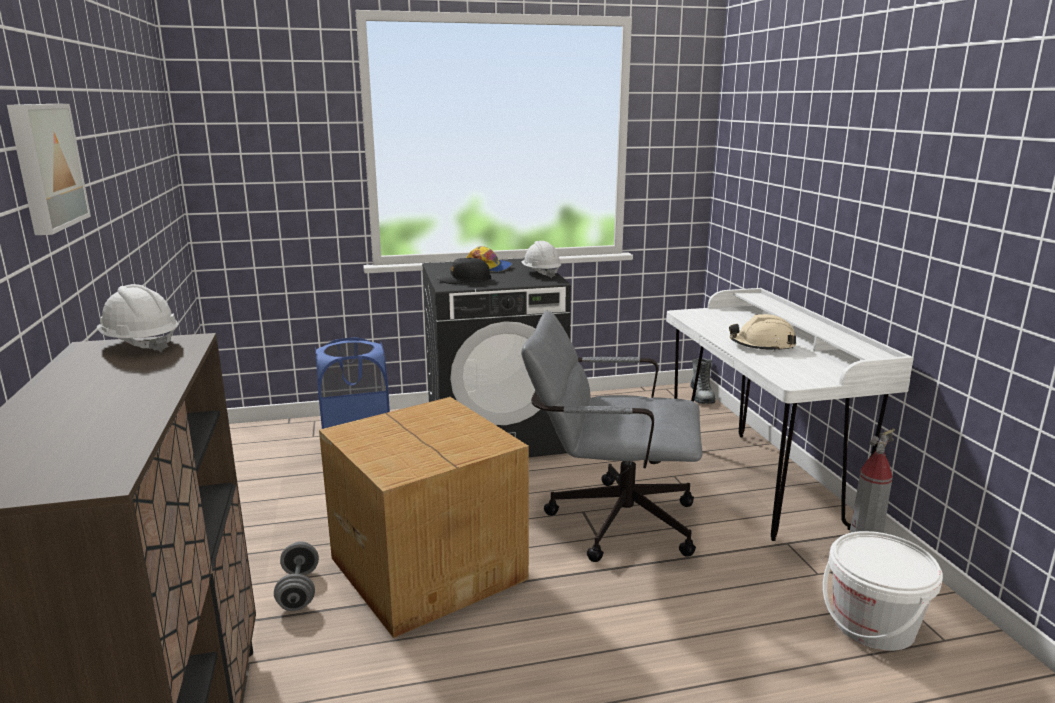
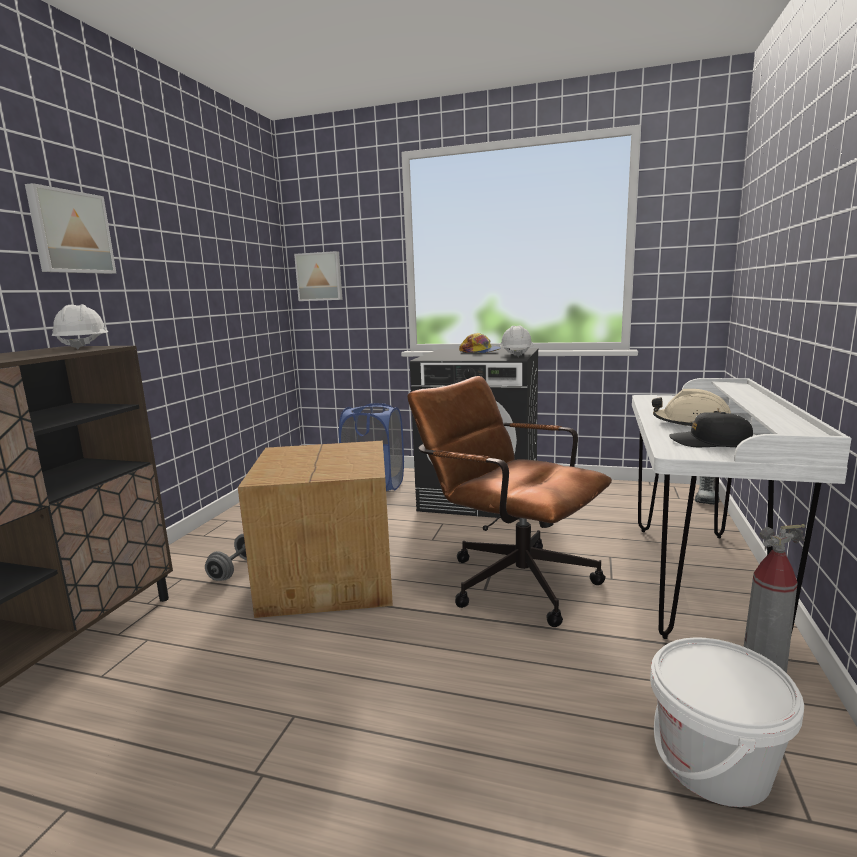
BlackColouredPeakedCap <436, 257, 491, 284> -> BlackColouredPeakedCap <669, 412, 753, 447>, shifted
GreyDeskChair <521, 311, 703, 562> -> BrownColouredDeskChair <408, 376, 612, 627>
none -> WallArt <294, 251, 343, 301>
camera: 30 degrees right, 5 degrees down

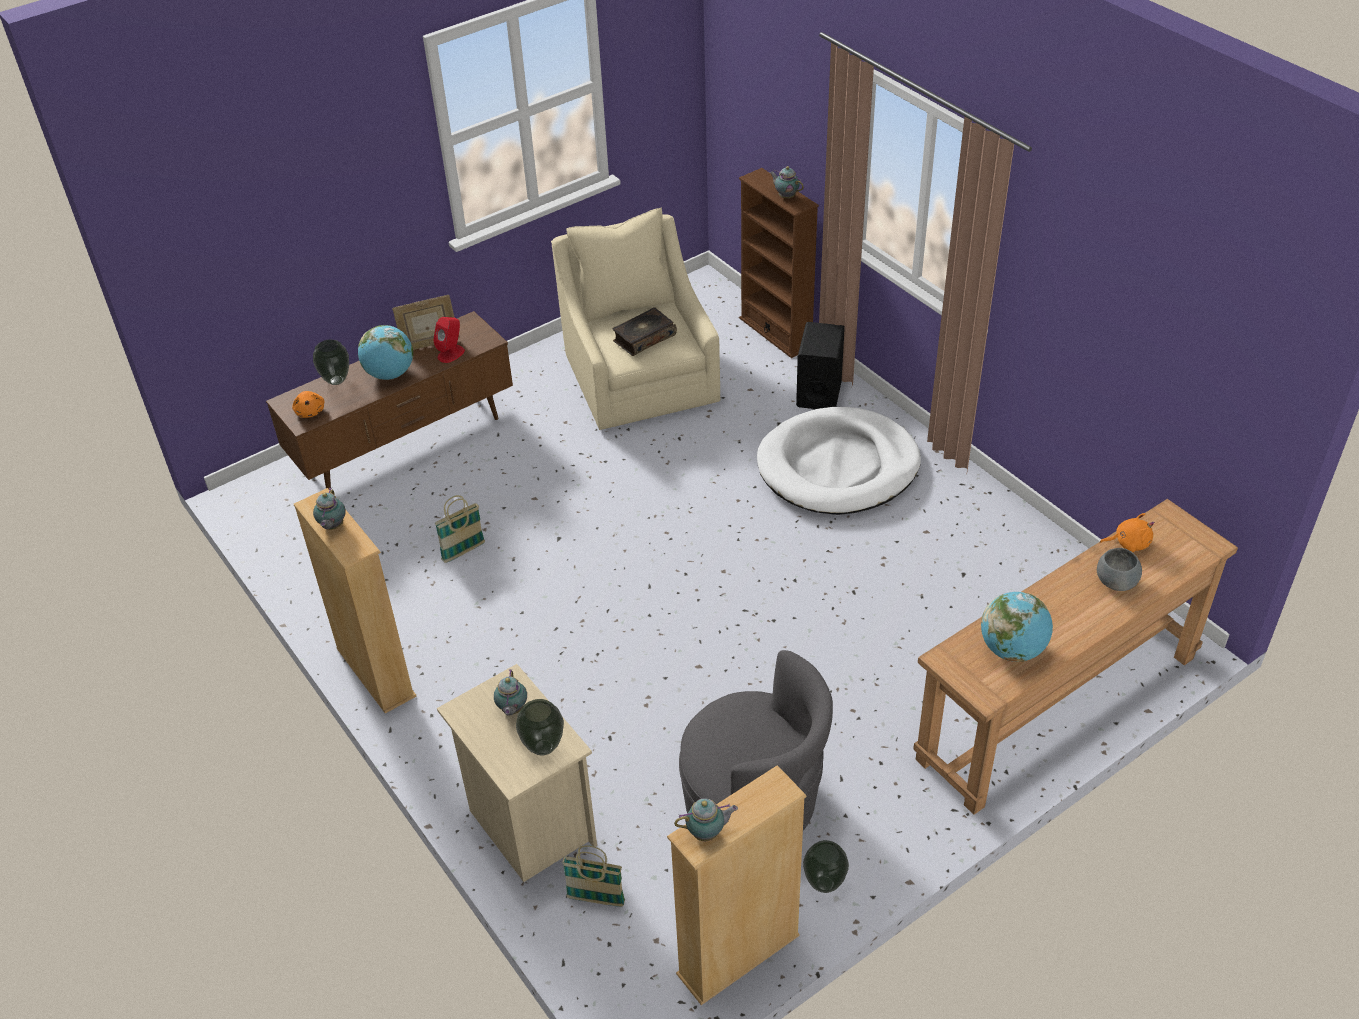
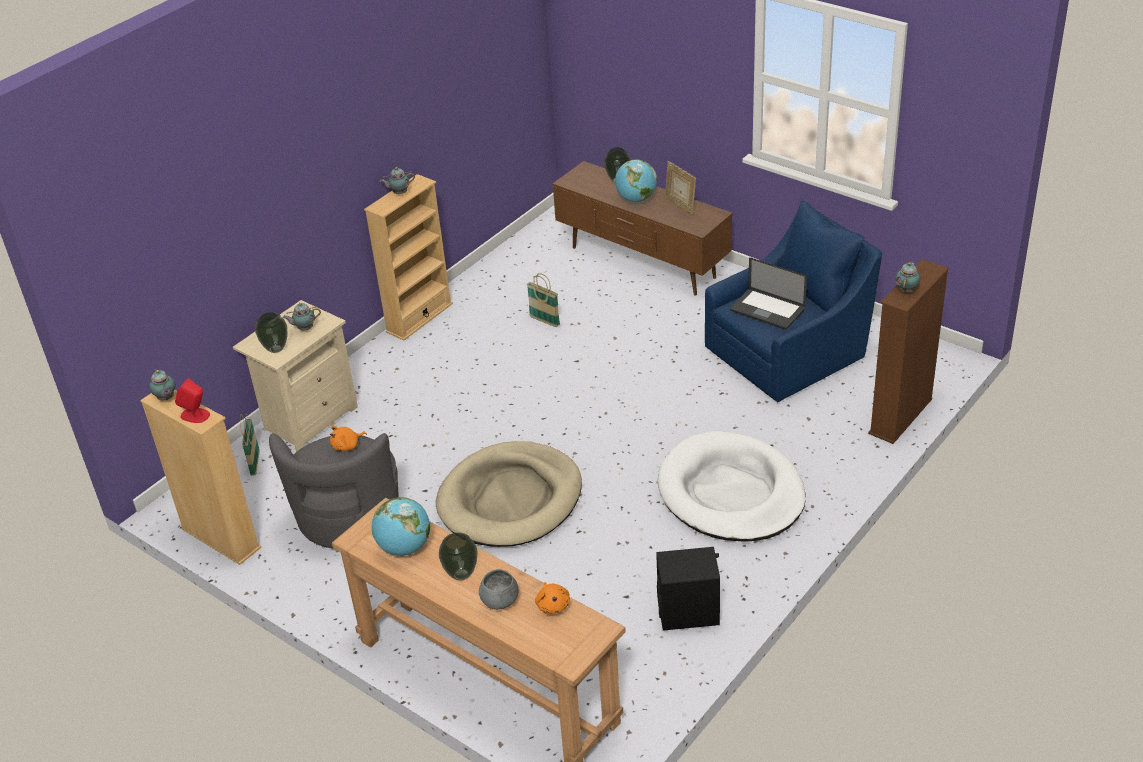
BeigeColouredEasyChair <551, 208, 720, 430> -> BlueColouredEasyChair <705, 200, 882, 402>
Book <612, 307, 677, 356> -> Laptop <730, 258, 807, 329>
RedColouredAudioSpeaker <433, 317, 465, 363> -> RedColouredAudioSpeaker <175, 378, 210, 423>, shifted
BlackColouredAudioSpeaker <796, 322, 845, 410> -> BlackColouredAudioSpeaker <656, 547, 720, 631>, shifted
OrangeColouredSoftToy <292, 391, 325, 418> -> OrangeColouredSoftToy <330, 426, 367, 451>, shifted
DecorativeVase <803, 840, 849, 893> -> DecorativeVase <439, 532, 478, 581>, shifted
none -> BeigeColouredDogBed <436, 441, 582, 547>
camera: 75 degrees right, 5 degrees down

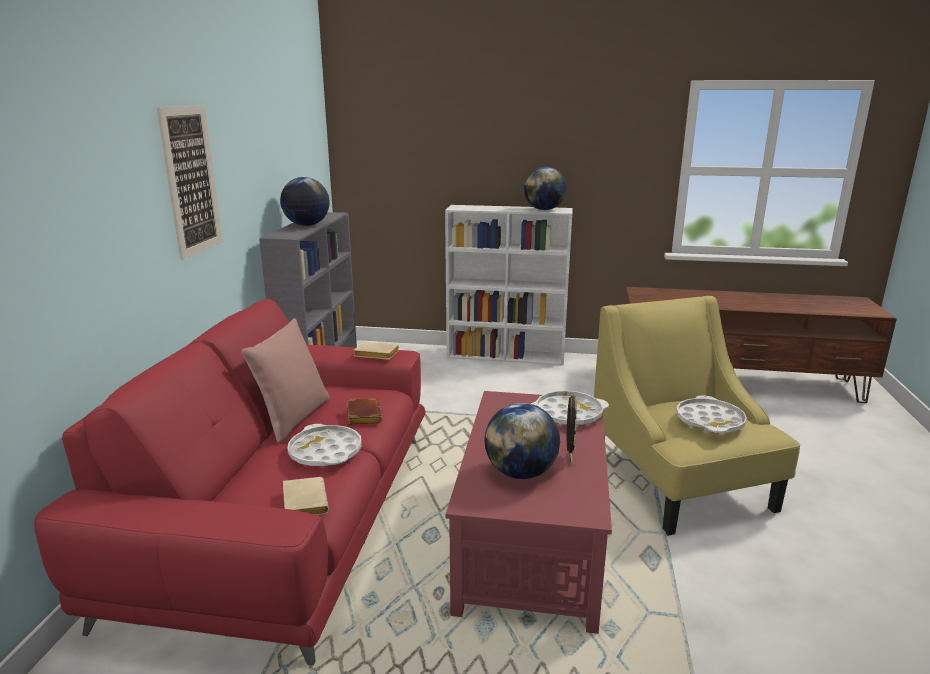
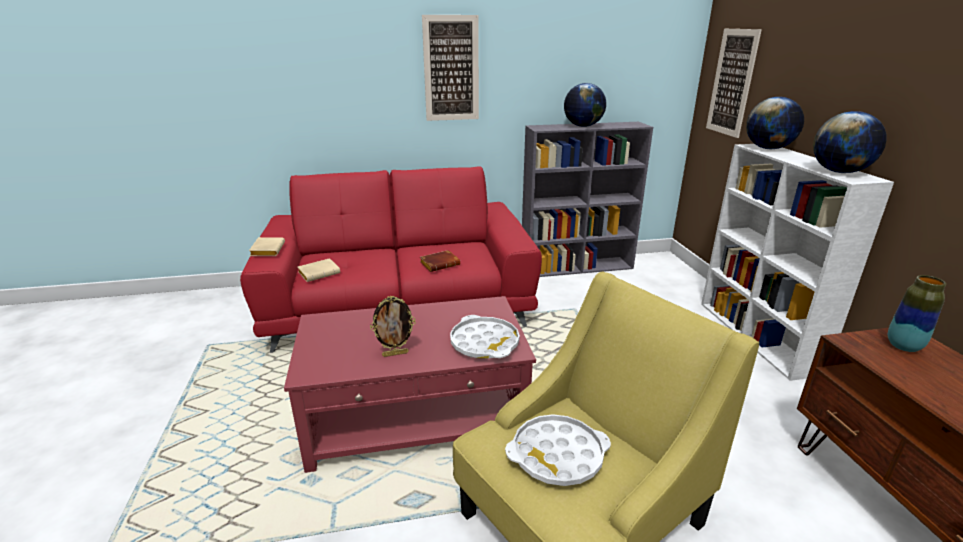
PinkColouredThrowPillow <241, 318, 330, 443> -> none
BeigeColouredBook <353, 342, 399, 360> -> BeigeColouredBook <249, 237, 285, 256>, shifted
Globe <485, 403, 560, 479> -> Globe <746, 97, 804, 149>, shifted
WhiteServingTray <287, 424, 362, 466> -> none
none -> WallArt <706, 29, 762, 138>
none -> DecorativeVase <888, 275, 946, 352>
camera: 70 degrees right, 5 degrees up

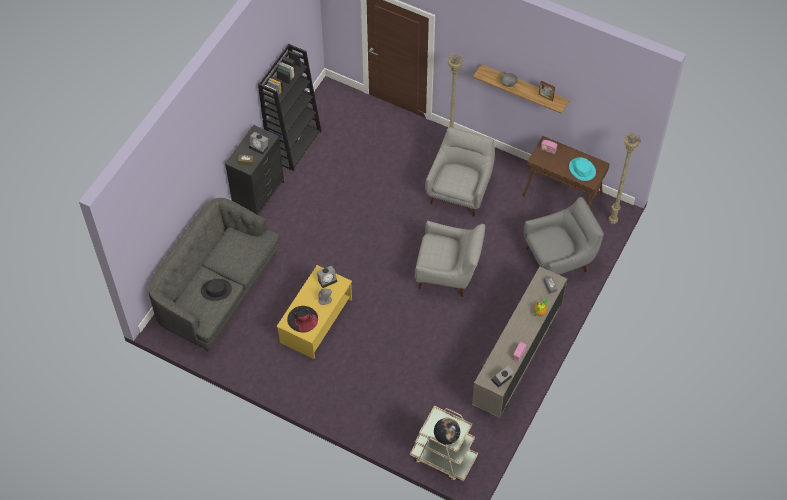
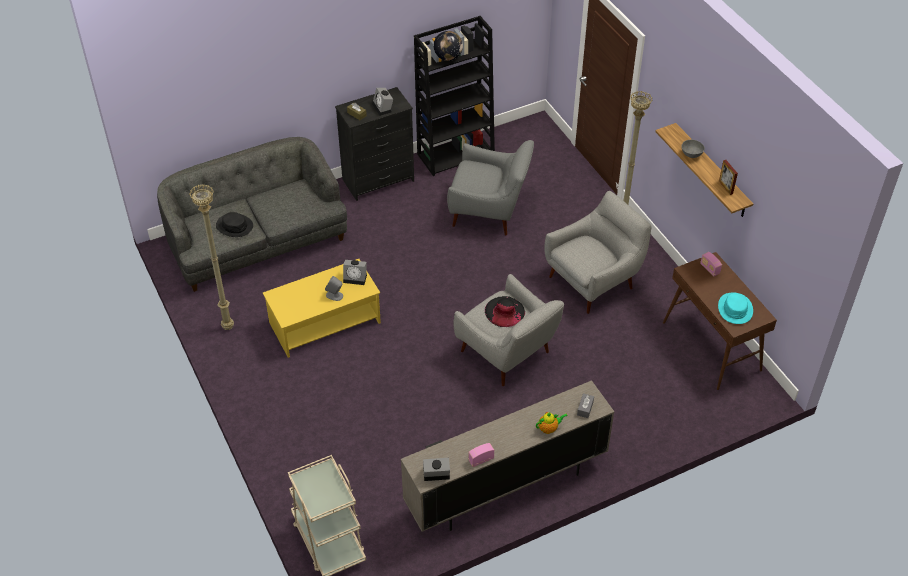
BeigeColouredStandingLamp <609, 132, 641, 224> -> BeigeColouredStandingLamp <189, 184, 234, 330>, shifted
GreyEasyChair <523, 197, 604, 275> -> GreyEasyChair <447, 140, 534, 235>, shifted
BlackColouredClothingHat <287, 306, 318, 333> -> BlackColouredClothingHat <485, 296, 525, 327>, shifted
Globe <434, 418, 460, 445> -> Globe <434, 31, 463, 61>, shifted
camera: 35 degrees right, 10 degrees down

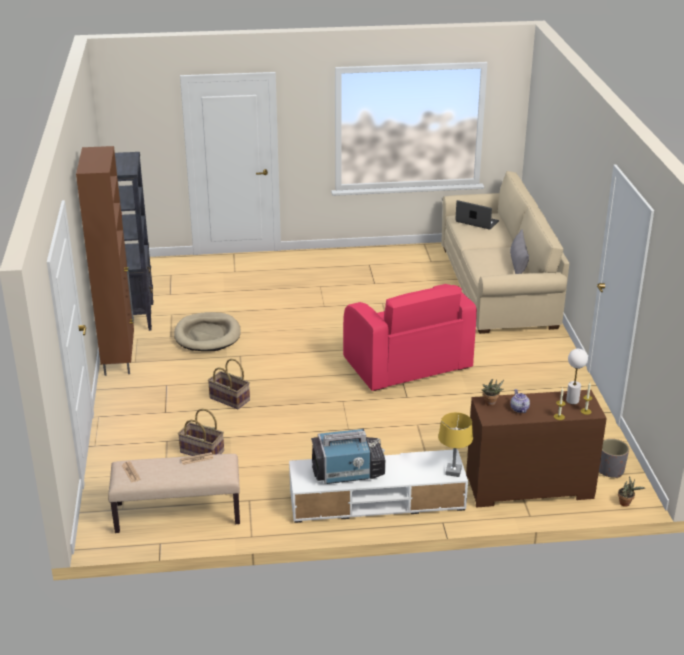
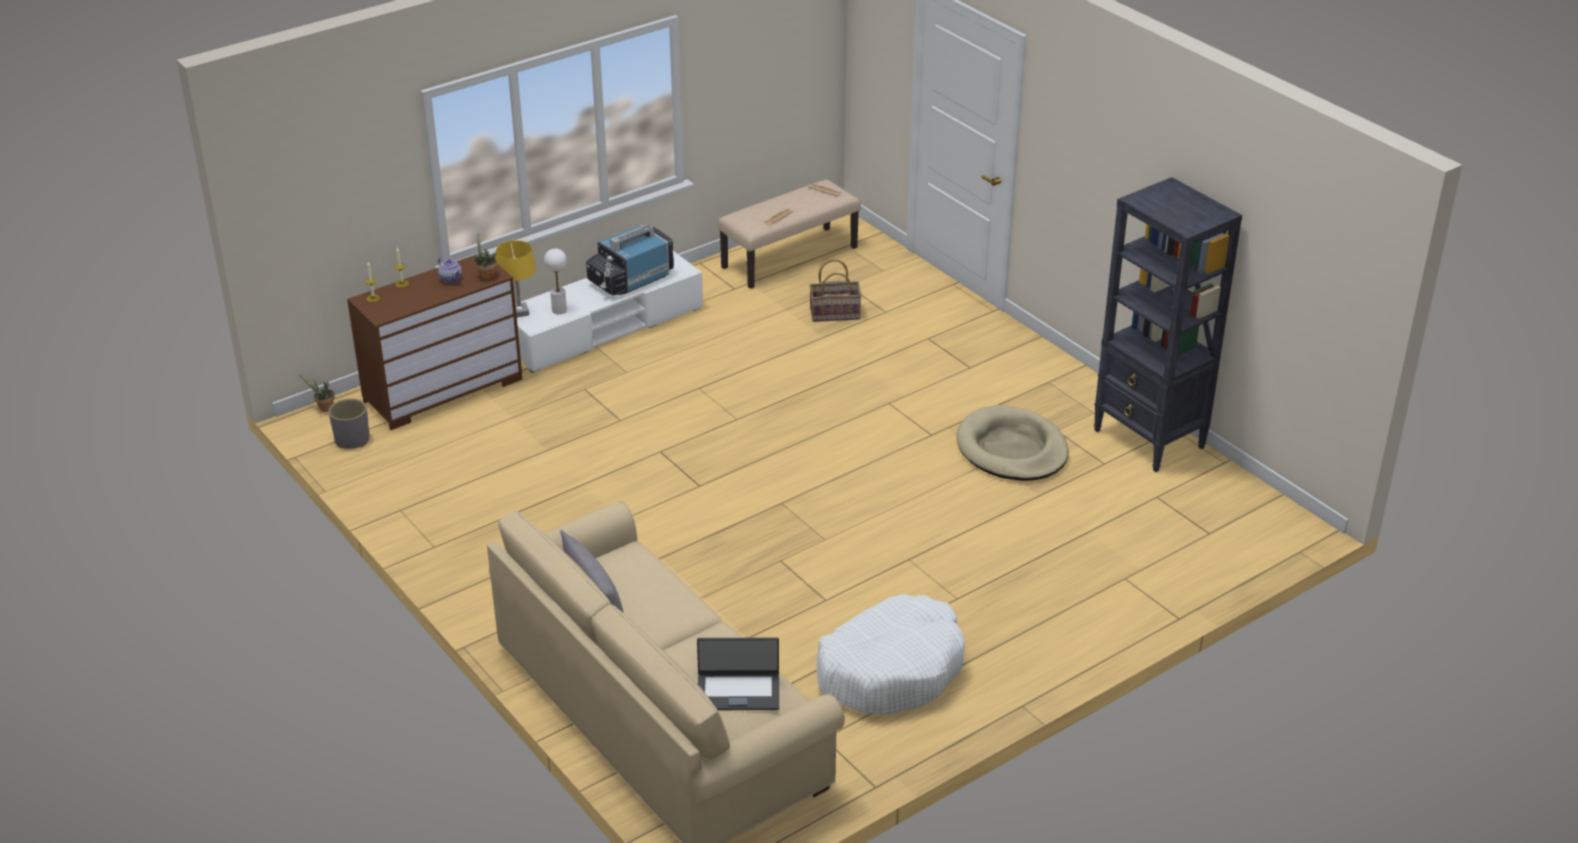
BrownColouredCupboard <76, 146, 134, 376> -> none
PinkColouredEasyChair <343, 284, 477, 391> -> none
WhiteLampForATable <566, 349, 588, 404> -> WhiteLampForATable <544, 248, 567, 314>, shifted
HouseholdBasket <208, 359, 250, 409> -> none
none -> WhiteDogBed <816, 594, 965, 715>
camera: 150 degrees right, 5 degrees up

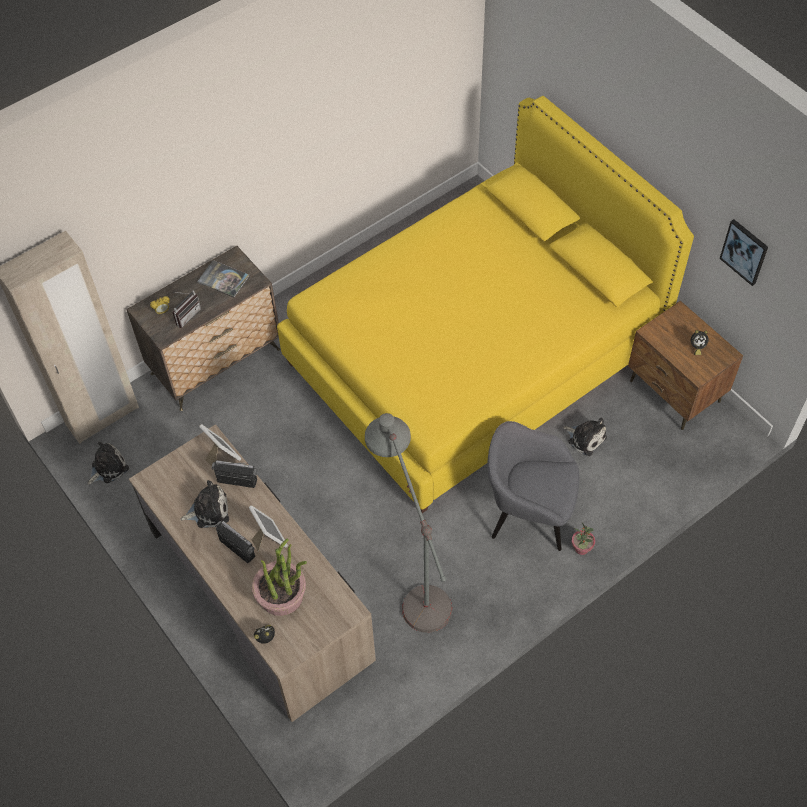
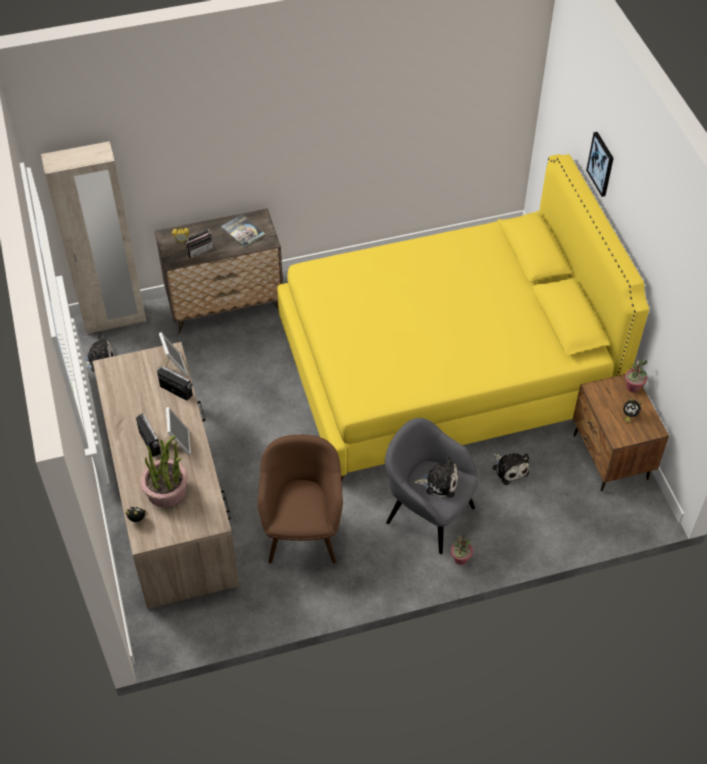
WallArt <719, 219, 768, 286> -> WallArt <586, 132, 614, 197>, shifted
GreyStandingLamp <365, 413, 452, 633> -> BrownColouredEasyChair <258, 435, 343, 563>
SoftToy <180, 480, 229, 528> -> SoftToy <414, 456, 458, 498>, shifted
none -> PottedPlant <625, 359, 648, 392>
camera: 20 degrees right, 5 degrees down

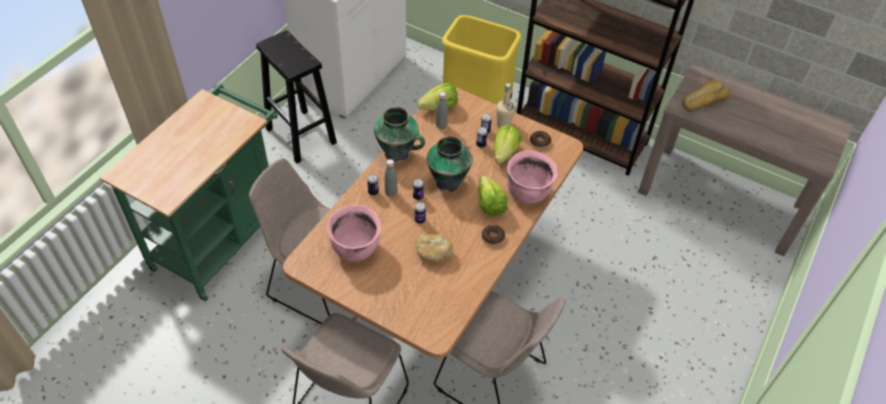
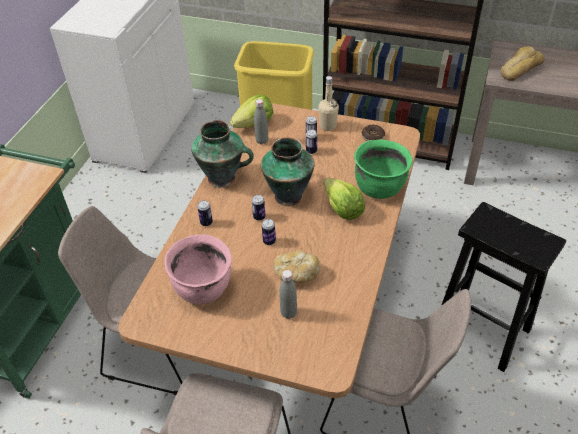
BlackColouredStool <256, 30, 337, 164> -> BlackColouredStool <441, 202, 566, 372>, shifted
HeadOfLettuce <493, 125, 522, 164> -> none
PinkColouredCookingPot <507, 151, 558, 204> -> GreenColouredCookingPot <354, 139, 413, 199>
GreyDrinkBottle <384, 159, 398, 197> -> GreyDrinkBottle <279, 270, 297, 319>, shifted
Donut <482, 225, 505, 245> -> none
camera: 10 degrees left, 5 degrees down

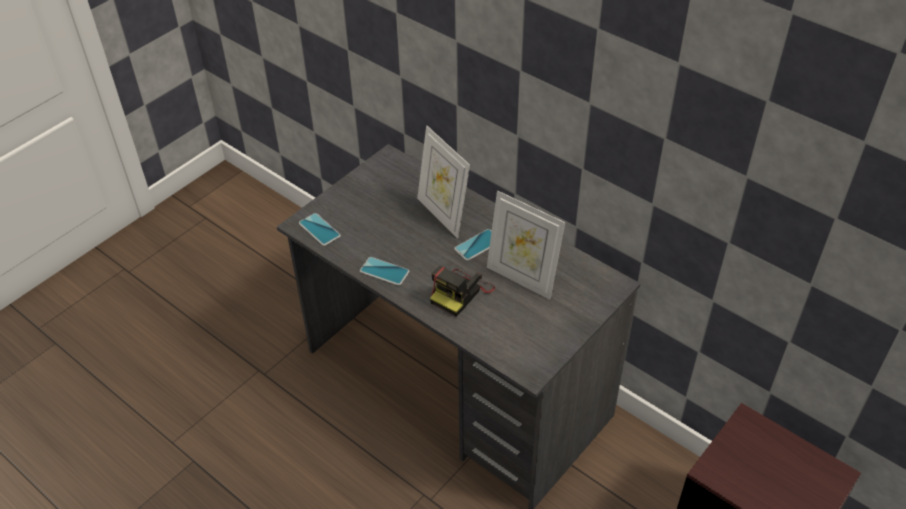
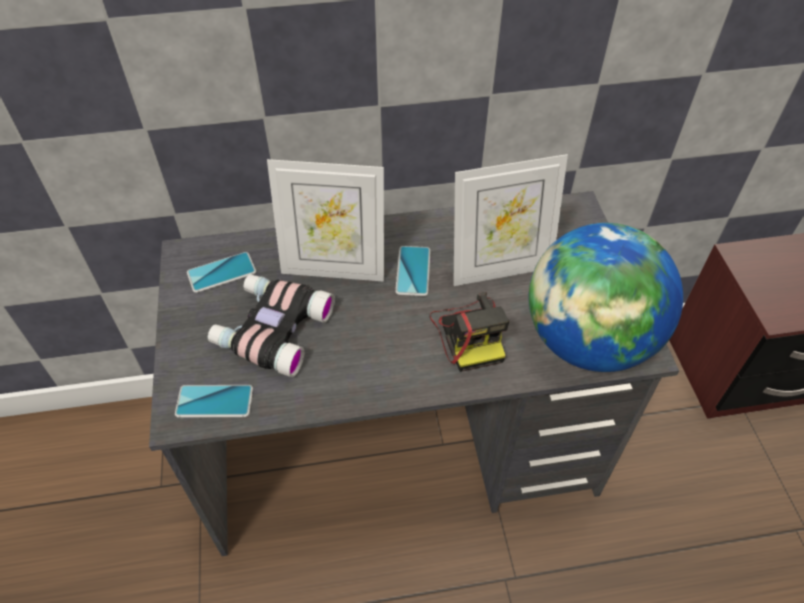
Phone <360, 257, 410, 286> -> Phone <187, 252, 256, 293>, shifted
none -> Globe <529, 223, 683, 372>
none -> PairOfBinoculars <208, 274, 335, 377>
camera: 50 degrees left, 5 degrees up

